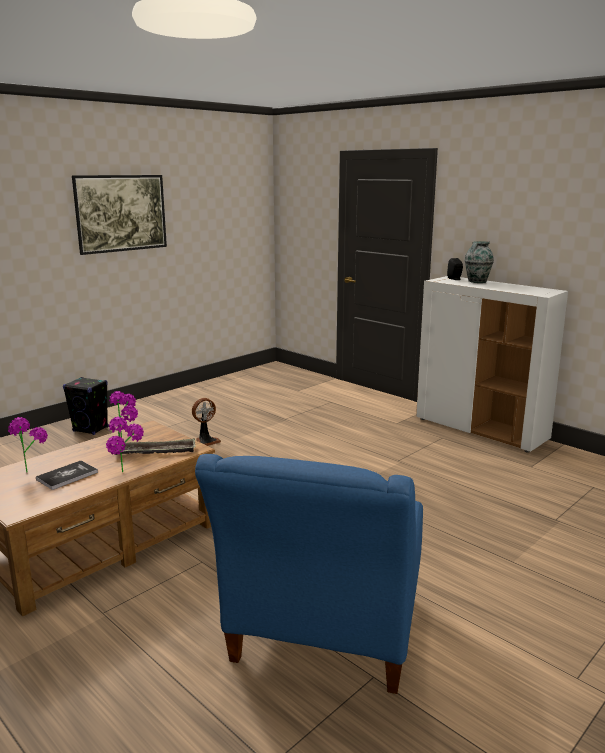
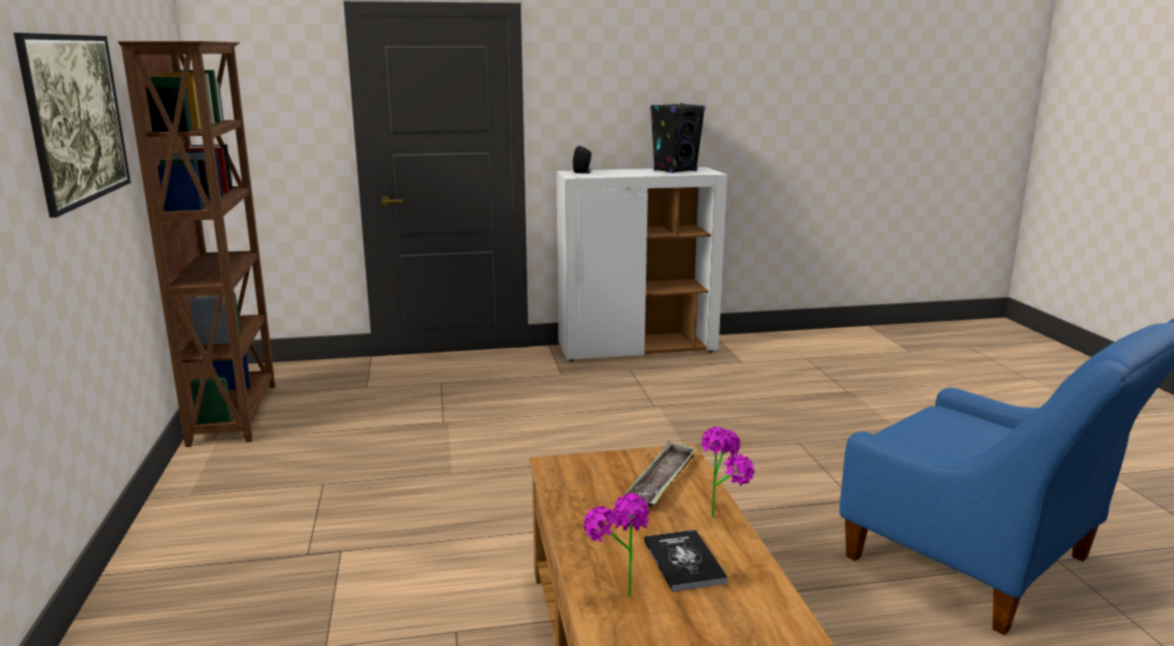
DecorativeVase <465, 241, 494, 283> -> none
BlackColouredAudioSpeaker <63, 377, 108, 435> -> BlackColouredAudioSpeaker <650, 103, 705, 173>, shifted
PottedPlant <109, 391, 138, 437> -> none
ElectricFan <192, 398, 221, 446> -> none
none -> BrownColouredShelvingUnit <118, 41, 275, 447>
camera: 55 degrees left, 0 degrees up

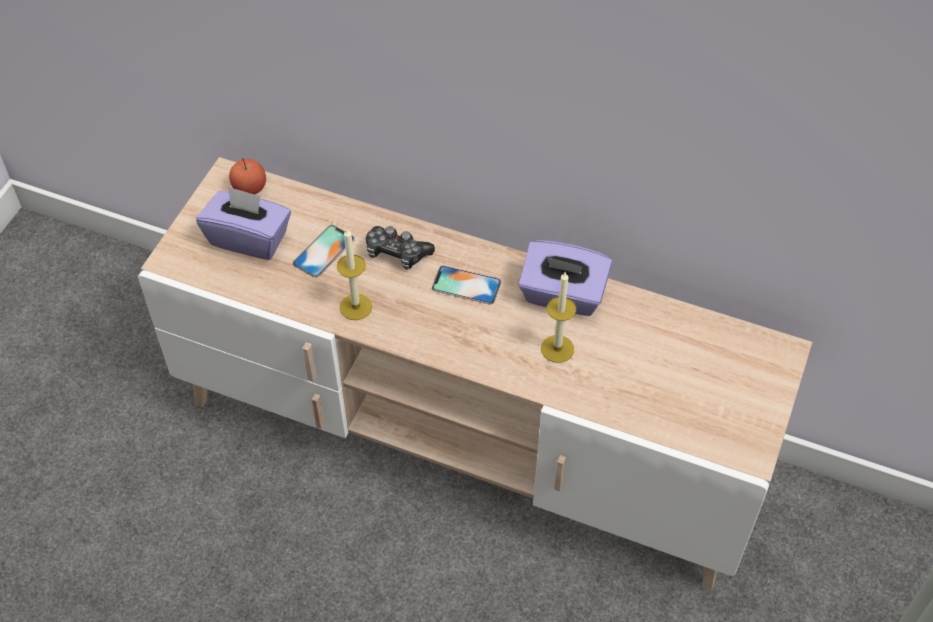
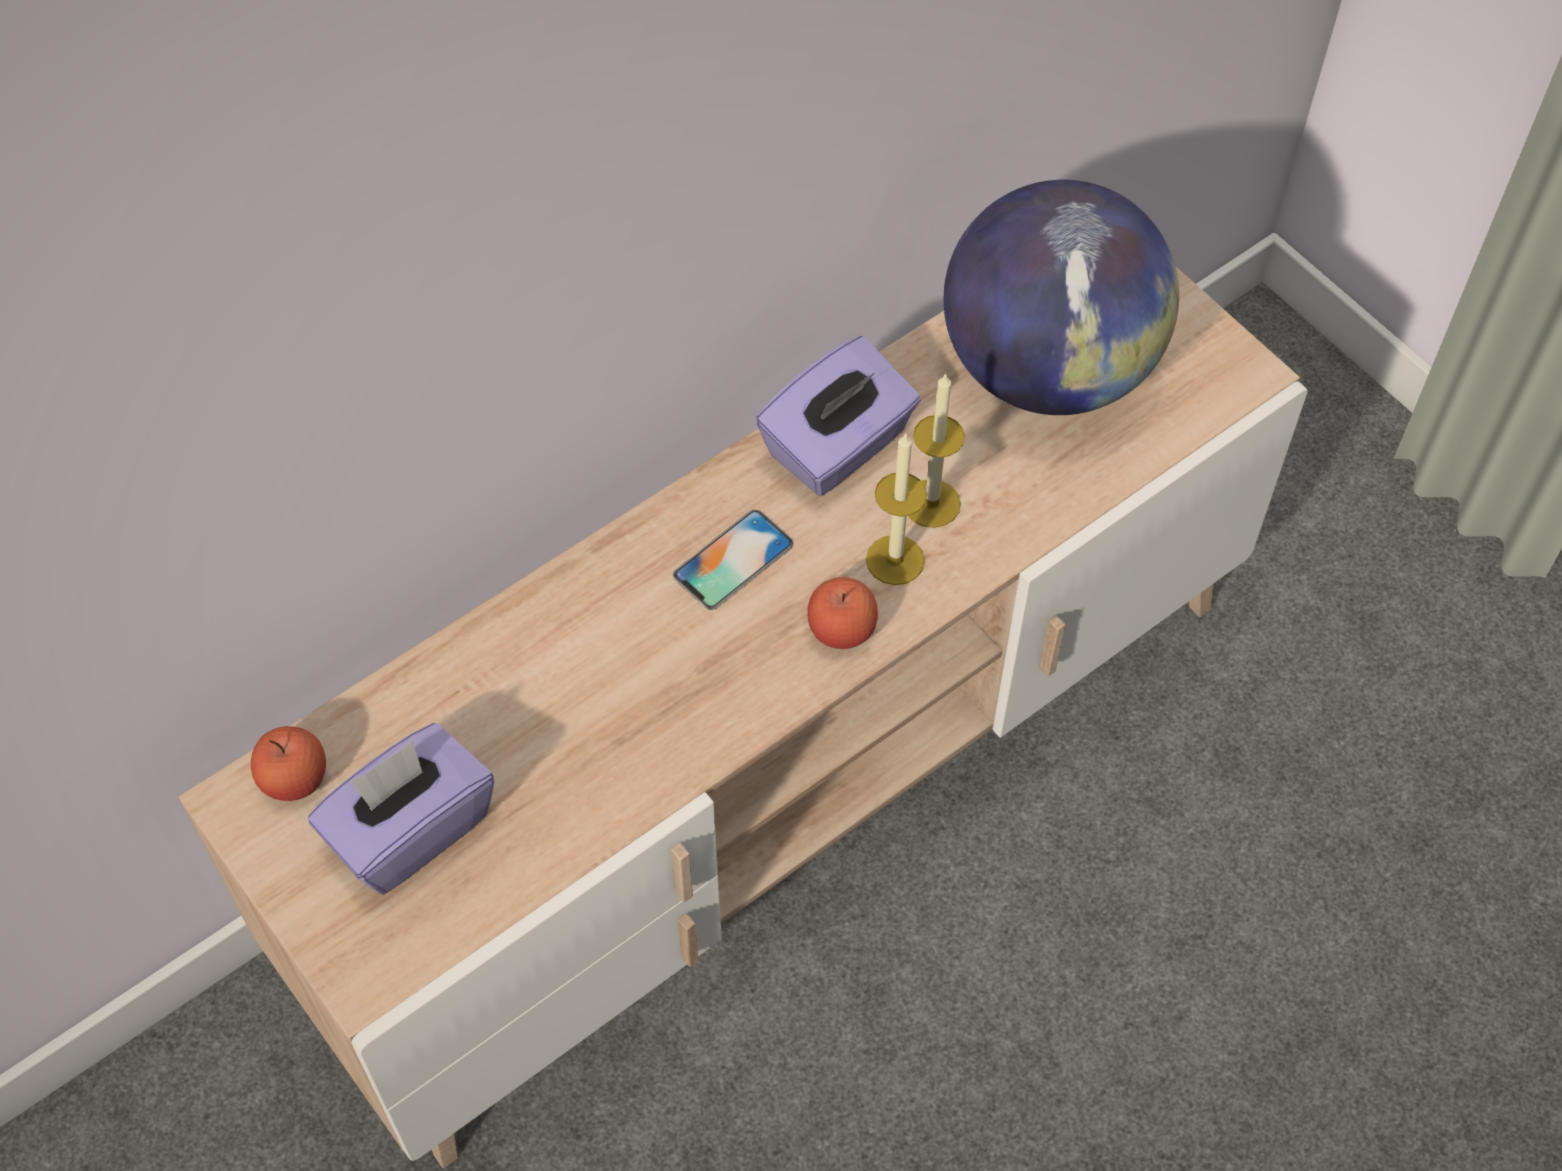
Phone <293, 225, 355, 278> -> none
Joypad <366, 226, 435, 270> -> none
WaxCandle <337, 229, 372, 320> -> WaxCandle <866, 432, 927, 585>, shifted
none -> Globe <944, 180, 1179, 415>
none -> Apple <807, 577, 878, 649>
camera: 60 degrees left, 5 degrees up

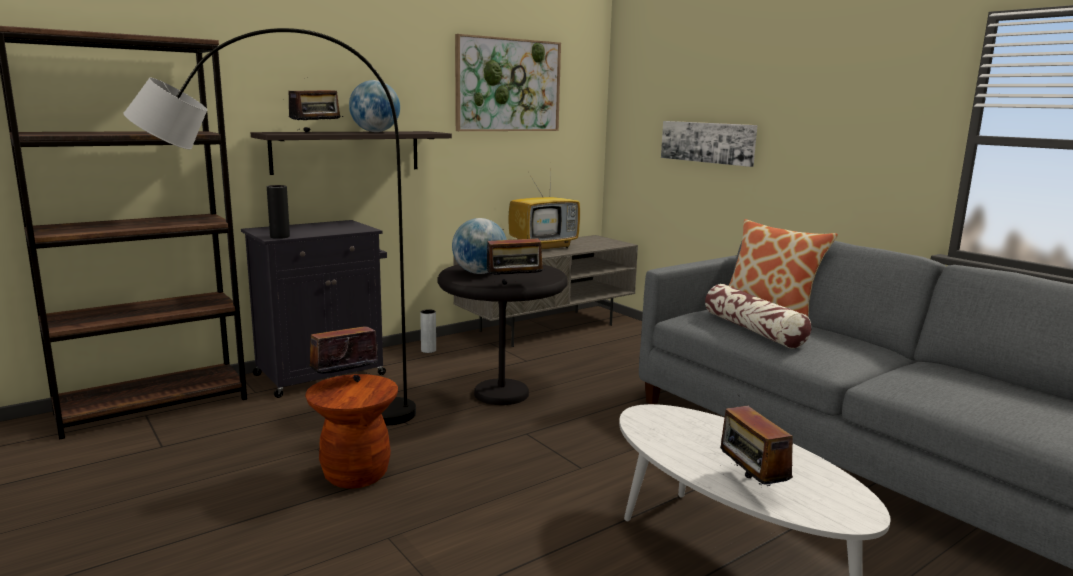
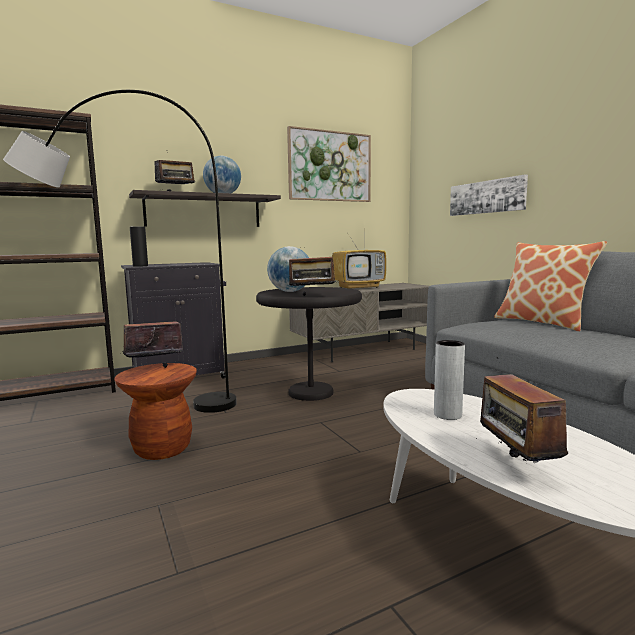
ThrowPillow <705, 284, 812, 349> -> none
GreyDecorativeVase <420, 309, 436, 353> -> GreyDecorativeVase <434, 340, 465, 420>, shifted
camera: 10 degrees right, 5 degrees down

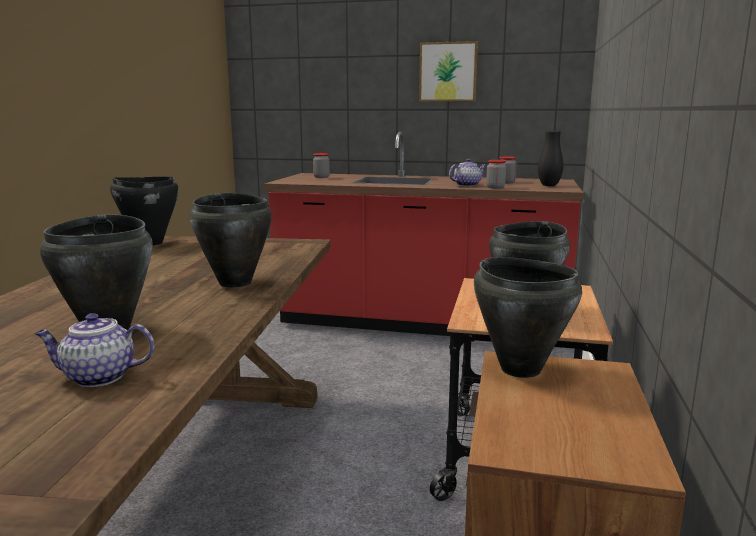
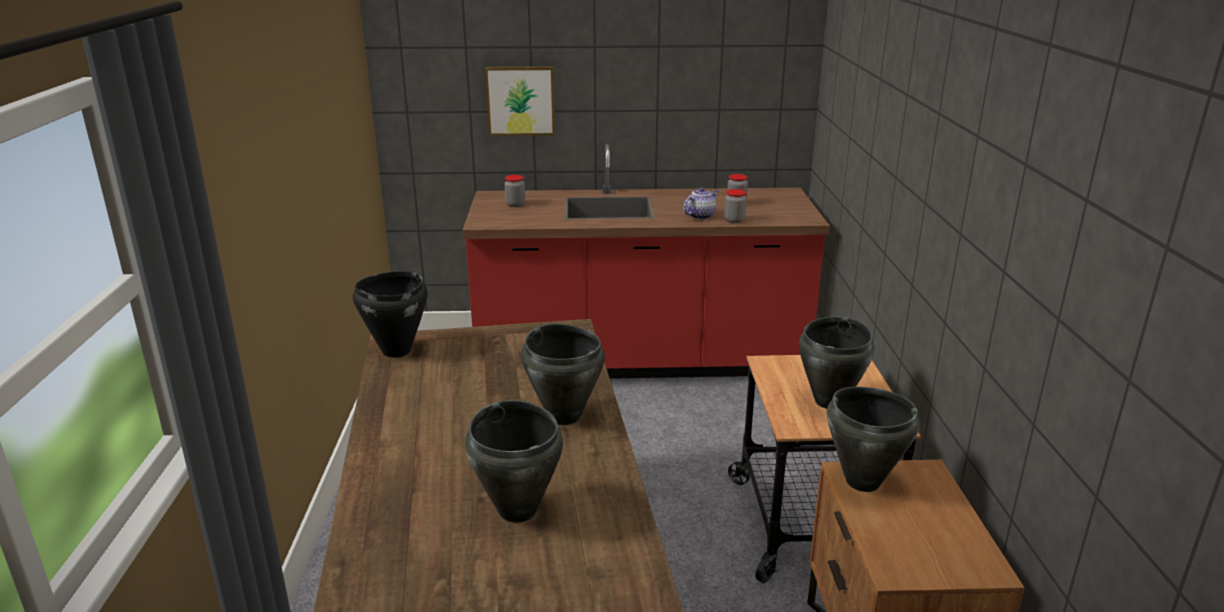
WallArt <419, 41, 478, 101> -> WallArt <485, 66, 555, 136>, shifted
BlackColouredDecorativeVase <538, 131, 563, 186> -> none
TeaPot <34, 313, 154, 387> -> none
camera: 15 degrees left, 10 degrees up

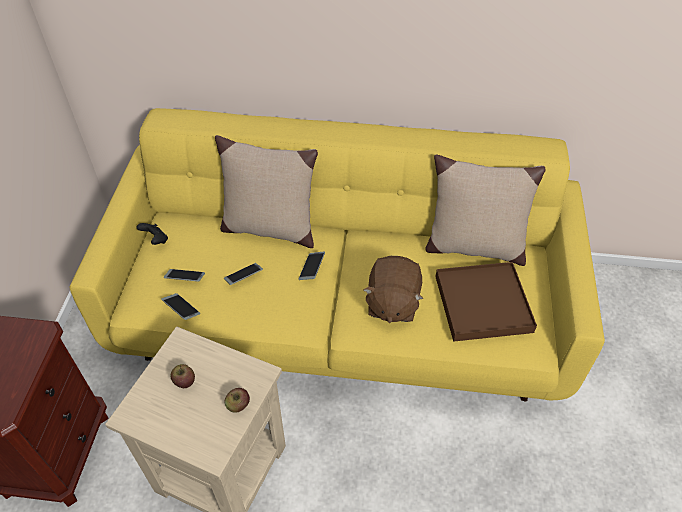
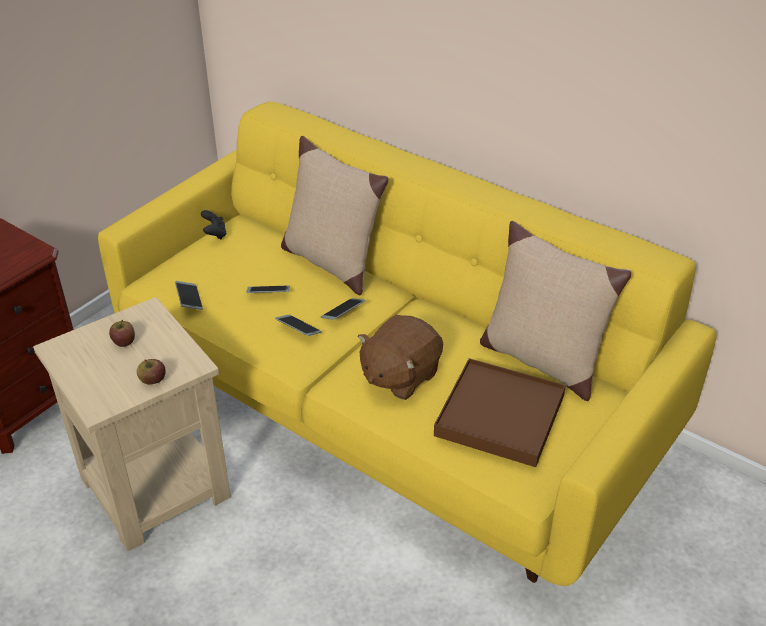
Phone <164, 269, 205, 282> -> Phone <275, 315, 322, 336>, shifted
camera: 30 degrees right, 10 degrees down

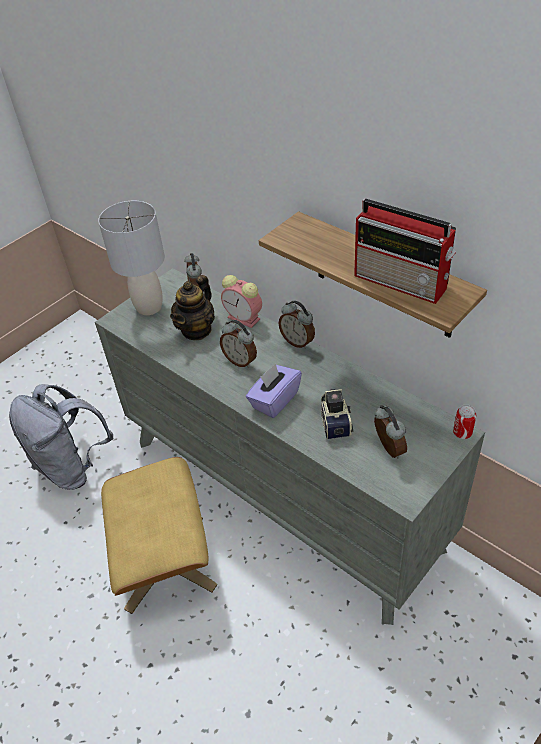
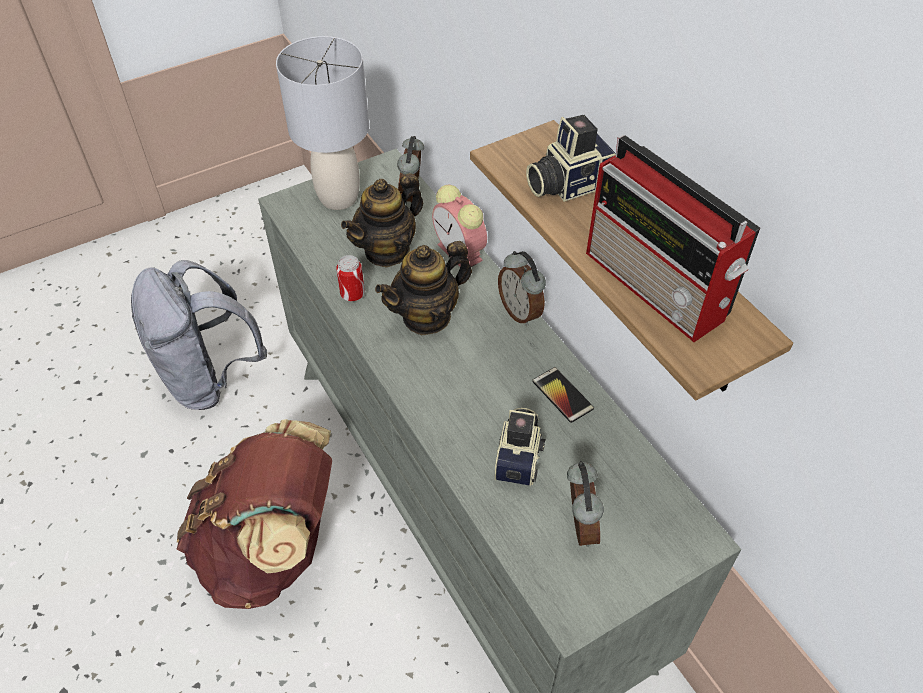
TableClock <220, 320, 257, 368> -> TeaPot <375, 241, 472, 335>
PurpleColouredBoxOfTissues <246, 363, 302, 418> -> none
MetalCan <453, 405, 476, 439> -> MetalCan <336, 255, 365, 301>, shifted
BeigeColouredOttoman <101, 457, 217, 614> -> BrownColouredBackpack <177, 419, 332, 609>
none -> PhotoCamera <526, 115, 616, 202>
none -> Phone <532, 367, 594, 423>
camera: 15 degrees right, 5 degrees up

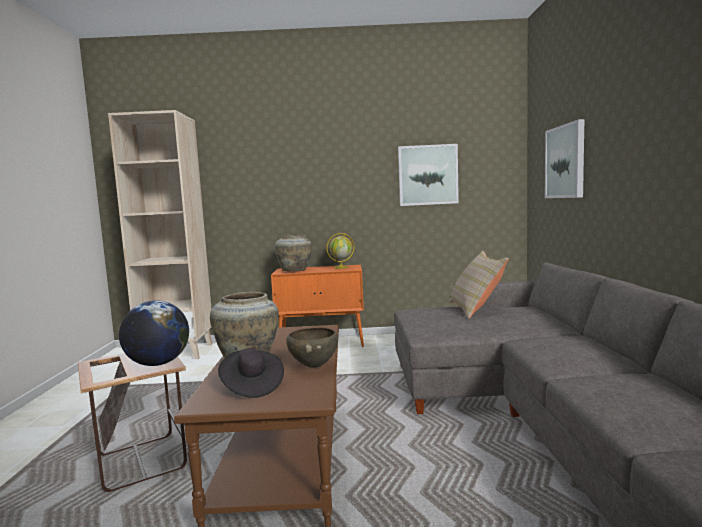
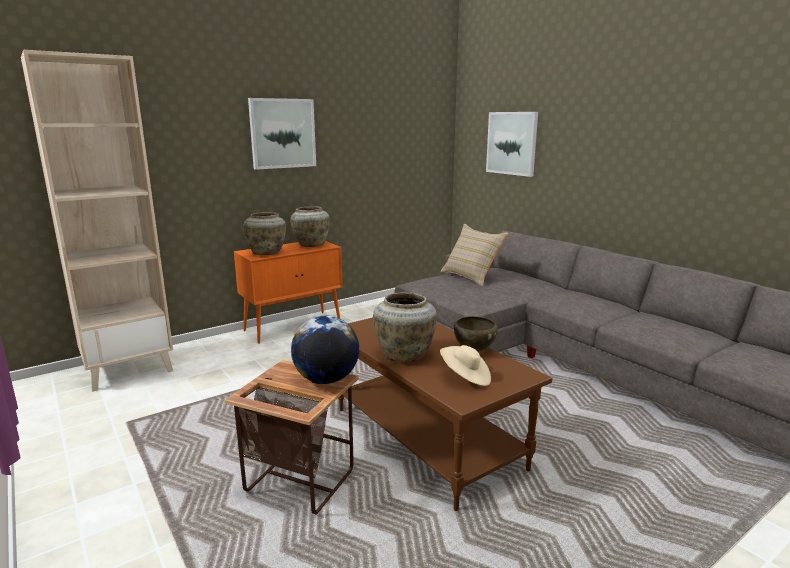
WallArt <398, 144, 459, 206> -> WallArt <248, 98, 316, 170>, shifted
Globe <326, 233, 355, 269> -> BeigeColouredDecorativeVase <290, 206, 330, 247>
BlackColouredClothingHat <218, 348, 284, 398> -> BeigeColouredClothingHat <440, 345, 491, 386>
camera: 35 degrees left, 10 degrees up

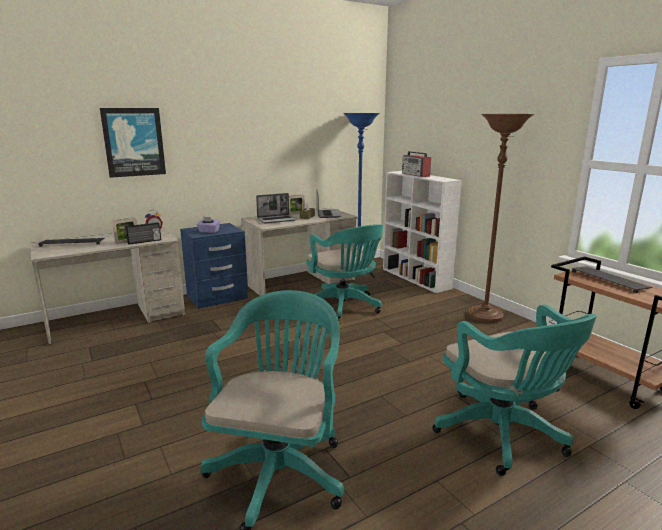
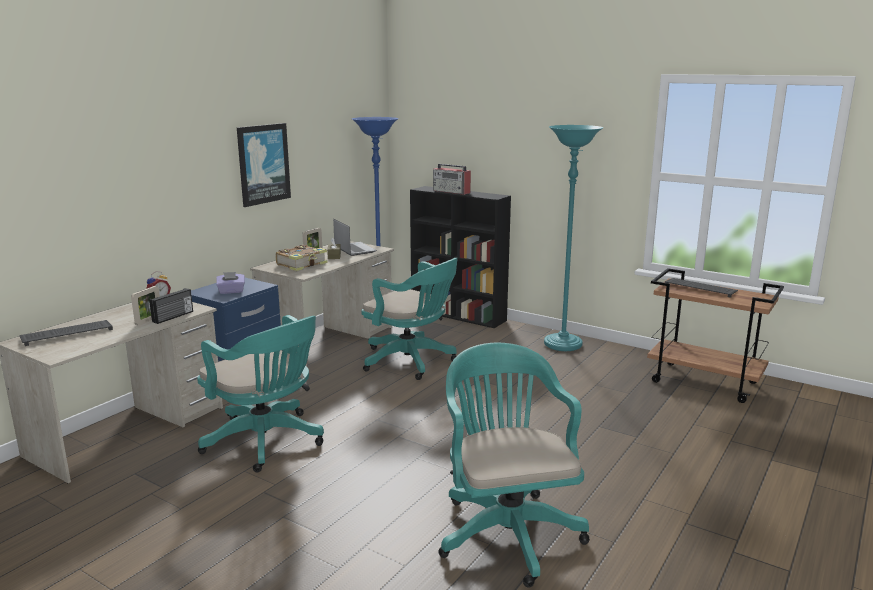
WallArt <100, 108, 166, 178> -> WallArt <237, 123, 291, 207>, shifted
BrownColouredStandingLamp <467, 114, 534, 323> -> TurquoiseStandingLamp <544, 125, 603, 351>
WhiteShelvingUnit <383, 171, 462, 293> -> BlackColouredShelvingUnit <410, 186, 511, 328>
Laptop <256, 193, 297, 223> -> Book <276, 245, 327, 271>
TurquoiseDeskChair <432, 304, 597, 476> -> TurquoiseDeskChair <197, 315, 324, 473>, shifted
camera: 25 degrees left, 0 degrees up

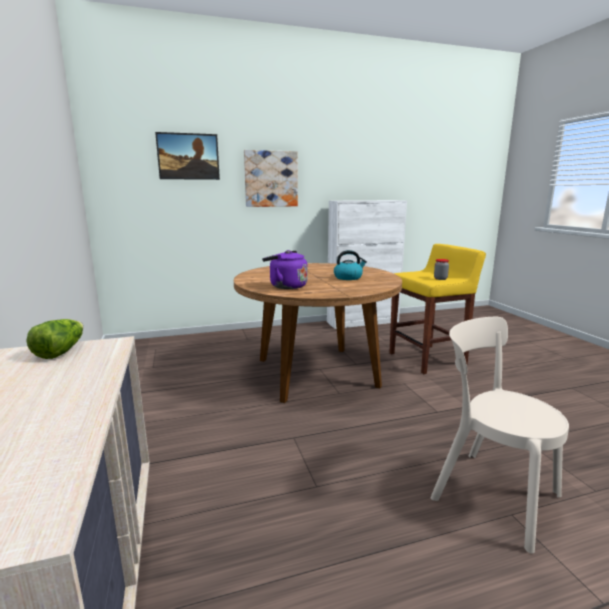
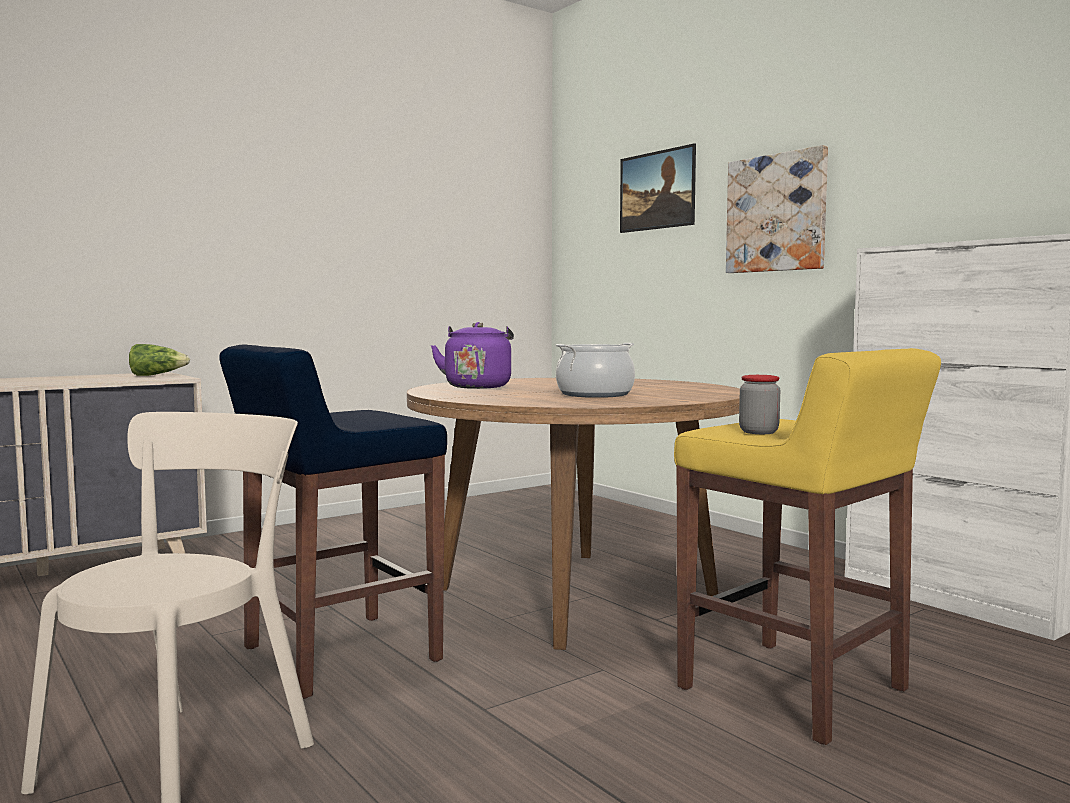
WaterKettle <334, 250, 367, 280> -> CookingPot <556, 343, 635, 398>
none -> BlueColouredStool <219, 344, 447, 699>
camera: 70 degrees right, 10 degrees down

